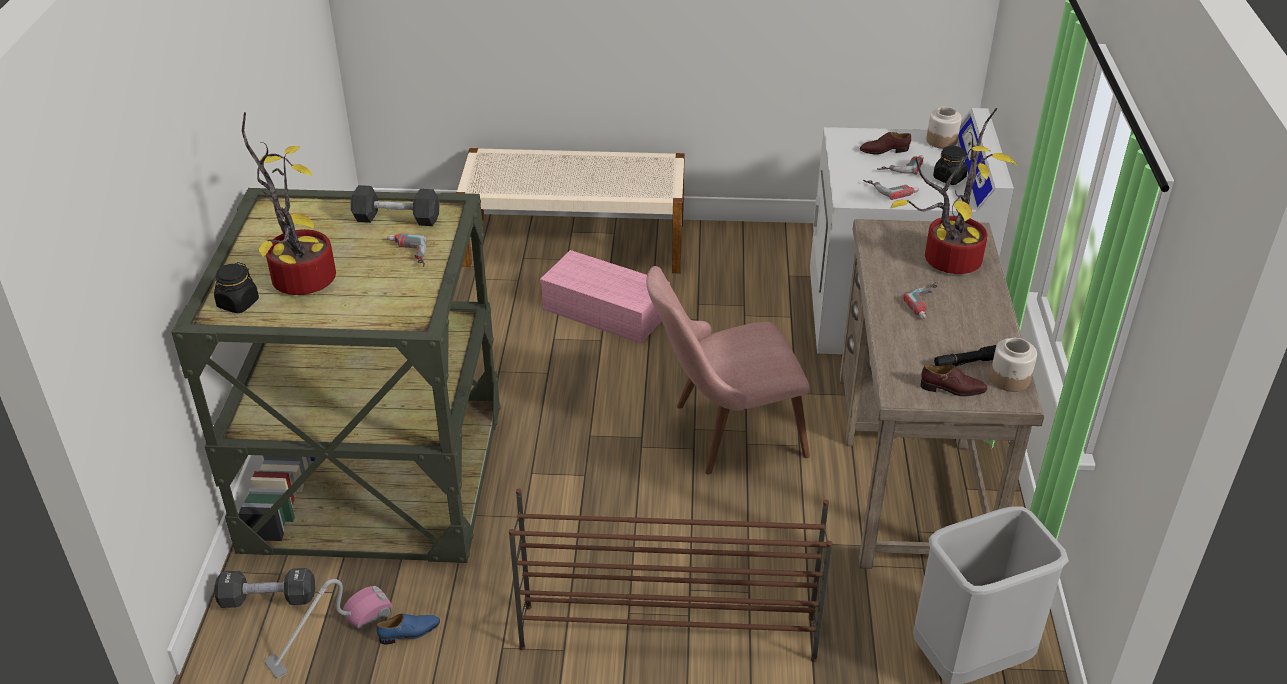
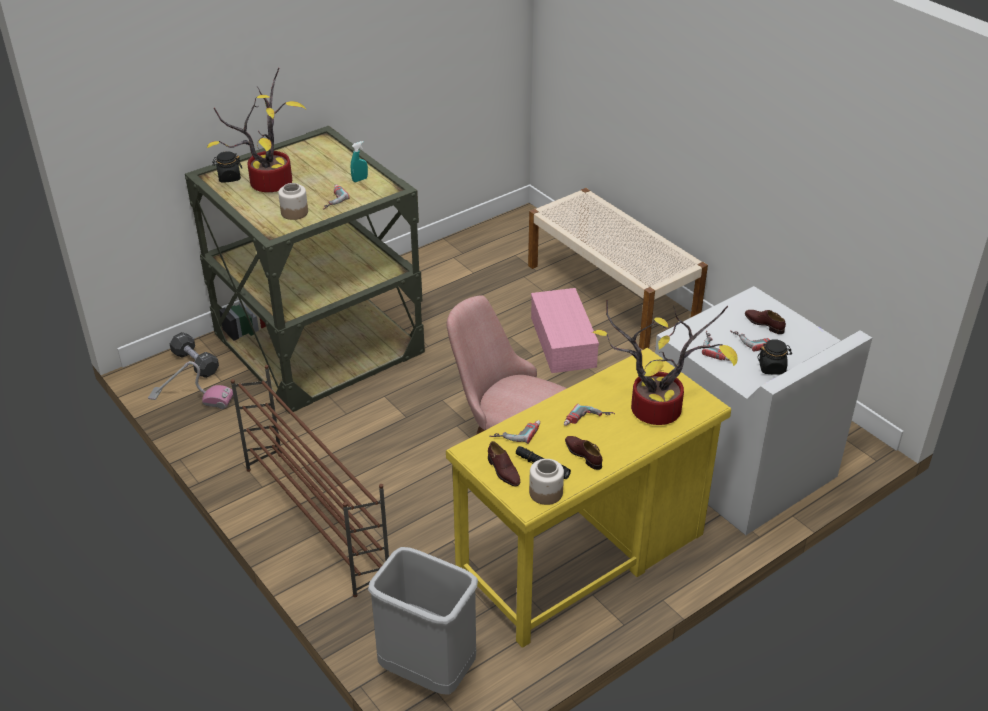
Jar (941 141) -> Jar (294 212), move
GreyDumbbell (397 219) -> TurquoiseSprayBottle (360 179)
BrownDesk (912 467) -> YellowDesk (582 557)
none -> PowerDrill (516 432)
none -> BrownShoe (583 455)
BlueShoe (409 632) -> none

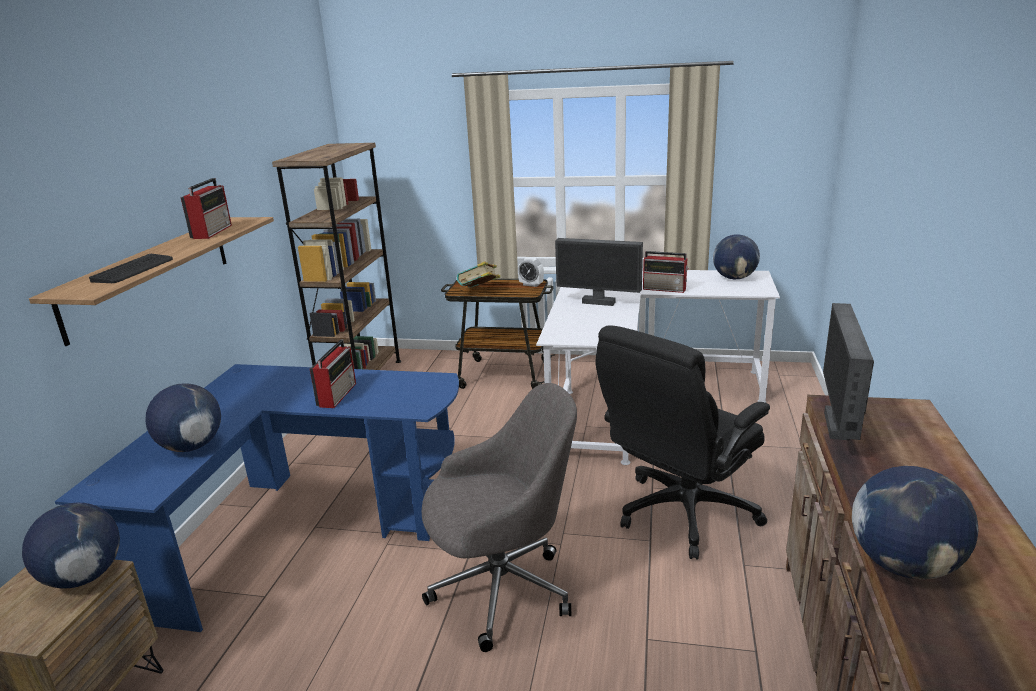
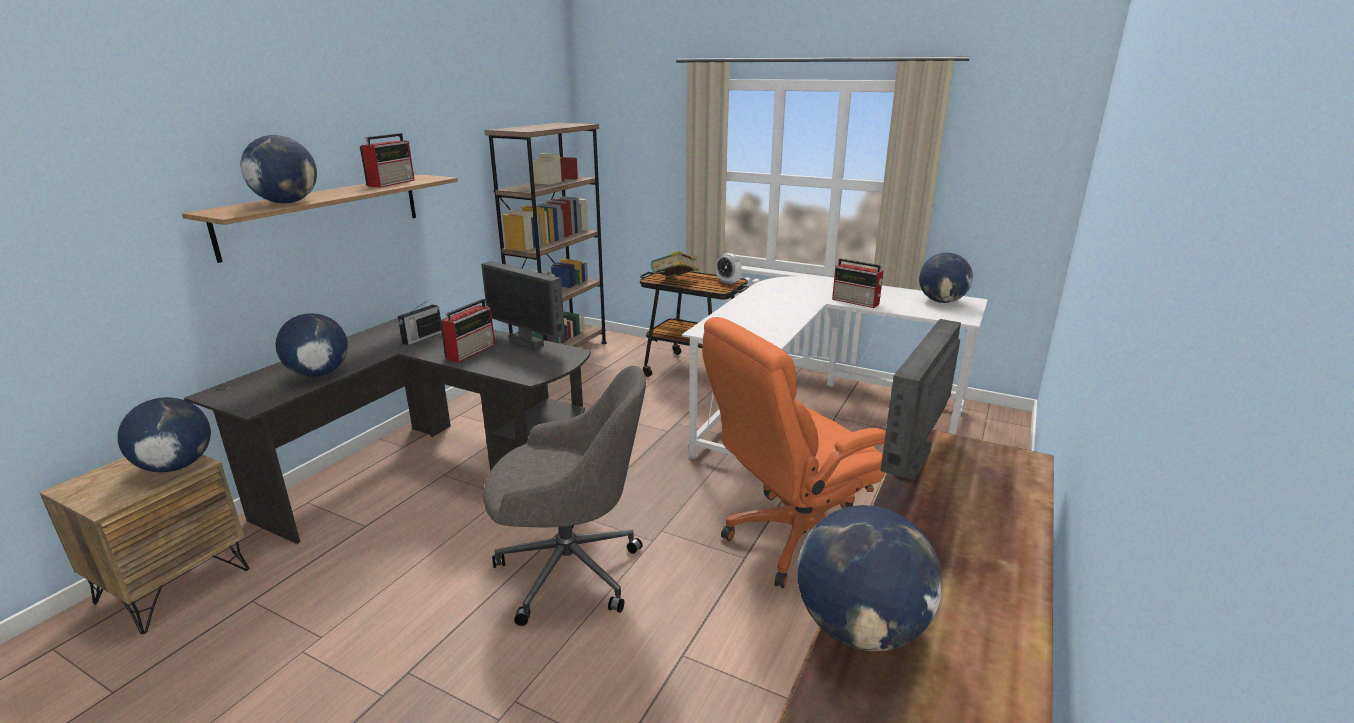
BlueDesk (300 527) -> BlackDesk (431 472)
Keyboard (134 270) -> Globe (287 202)
none -> Radio (422 338)
Monitor (599 302) -> Monitor (527 342), move
BlackOfficeChair (679 516) -> OrangeOfficeChair (789 540)

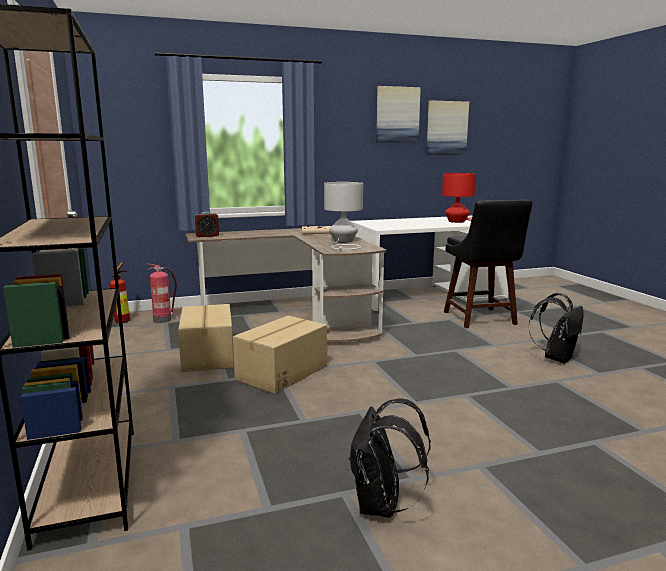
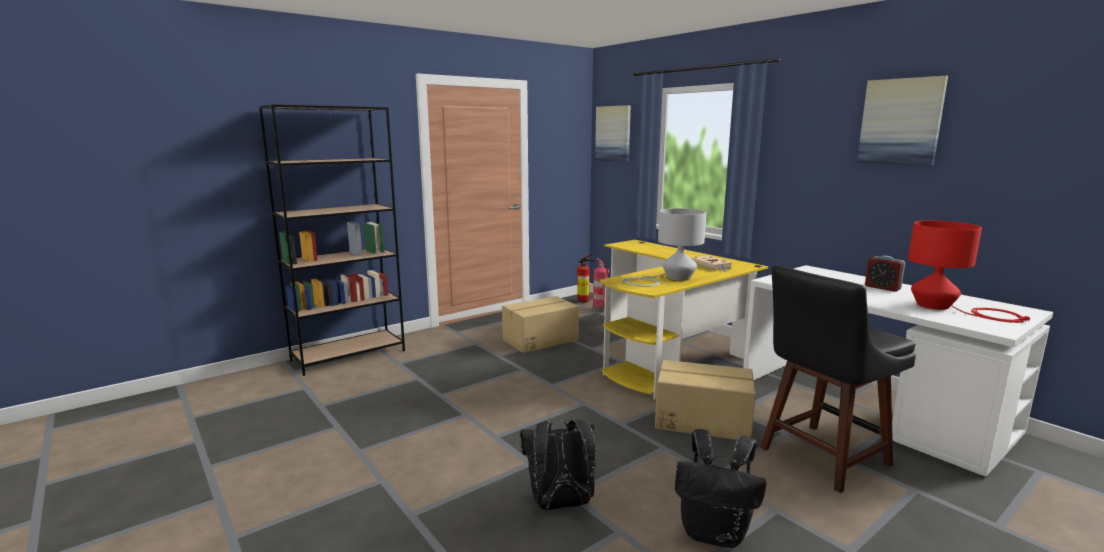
BlackBackpack (382 506) -> BlackBackpack (560 505), move
Picture (446 128) -> Picture (613 133), move
BrownDesk (298 317) -> YellowDesk (670 352)
CardboardBox (281 372) -> CardboardBox (702 420), move
AlarmClock (207 235) -> AlarmClock (882 288), move

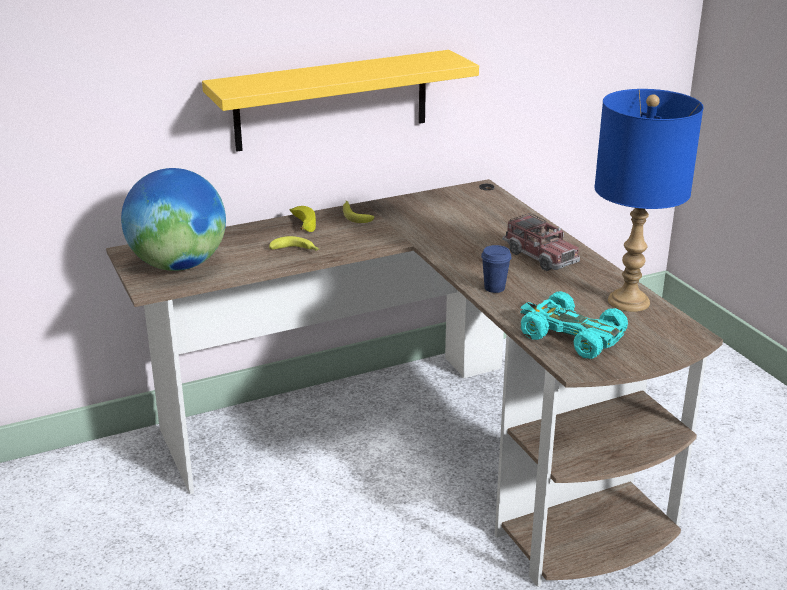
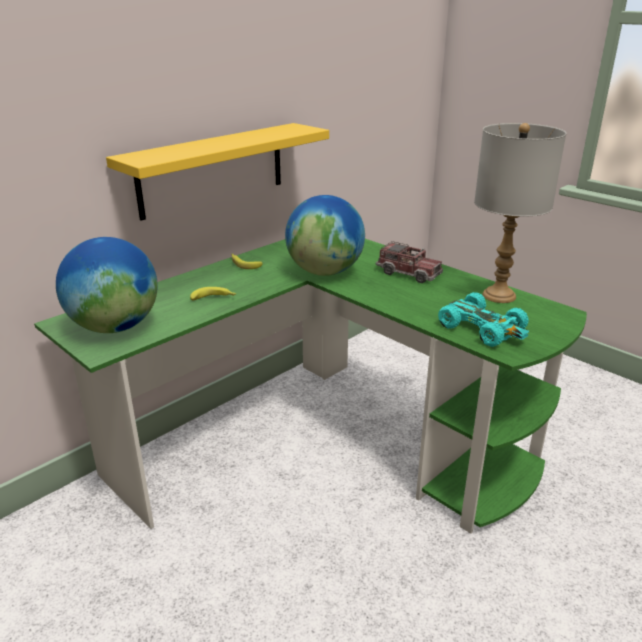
BrownDesk (426 448) -> GreenDesk (326 440)
none -> Globe (325 272)
TurquoiseToyCar (570 336) -> TurquoiseToyCar (483 329), 150 degrees counterclockwise
BlueTableLamp (628 302) -> GreyTableLamp (499 296)
Banana (302 224) -> none
BlueCup (494 288) -> none

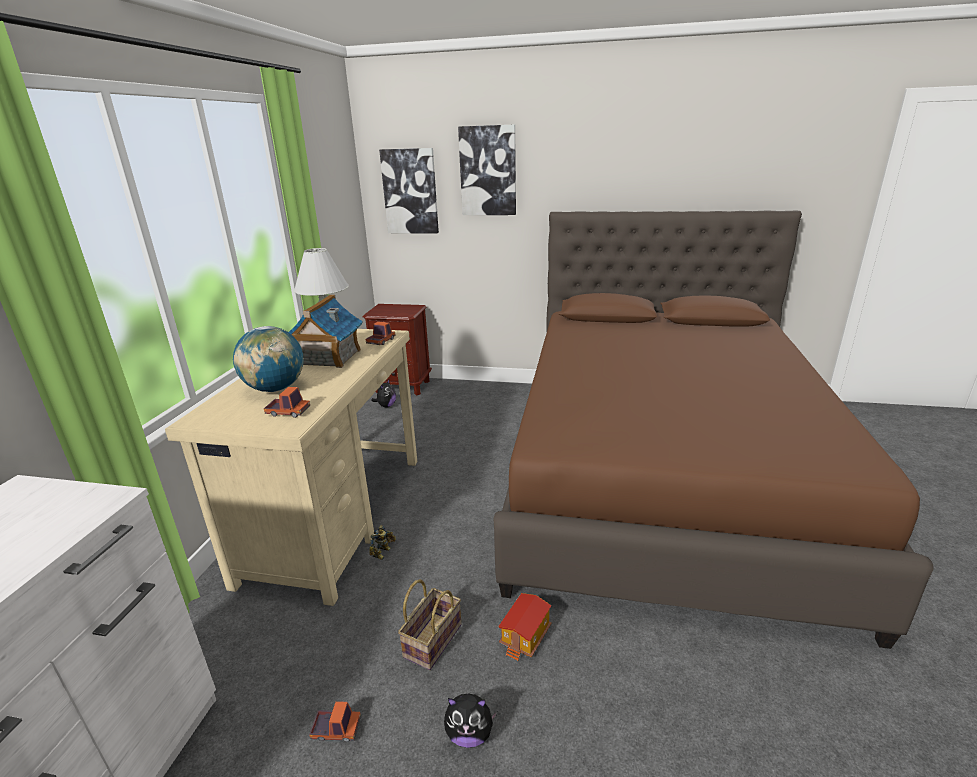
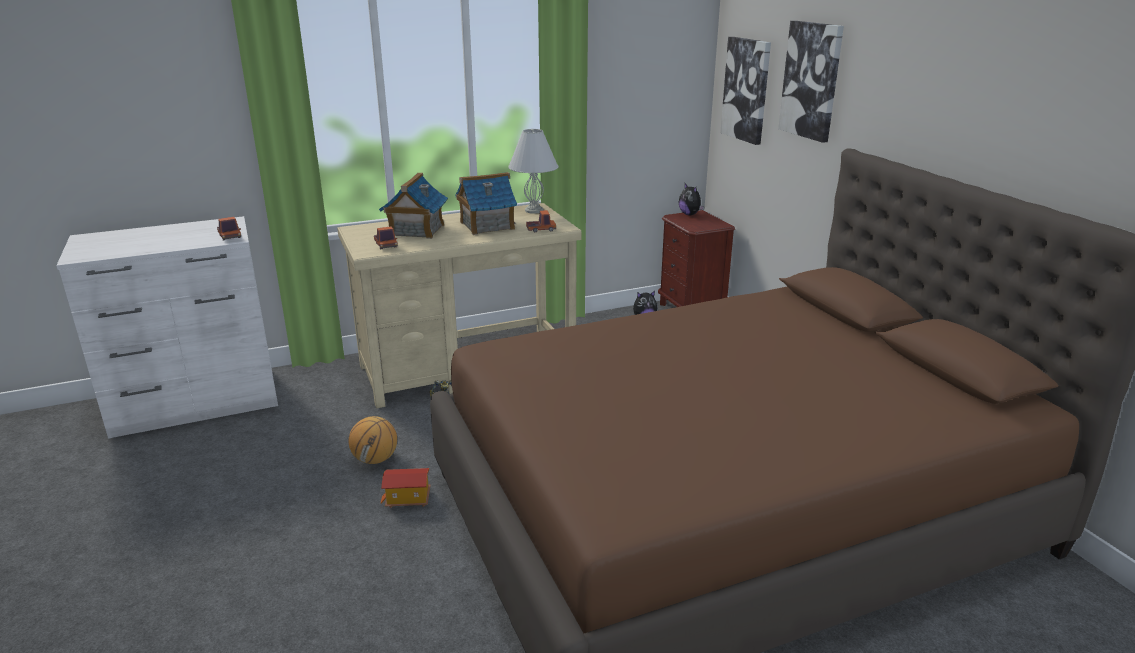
ToyTruck (336 729) -> ToyTruck (229 236), move
Basket (432 639) -> Basketball (375 459)
Globe (275 389) -> ToyHouse (416 230)
PlushToy (470 734) -> PlushToy (690 214), move

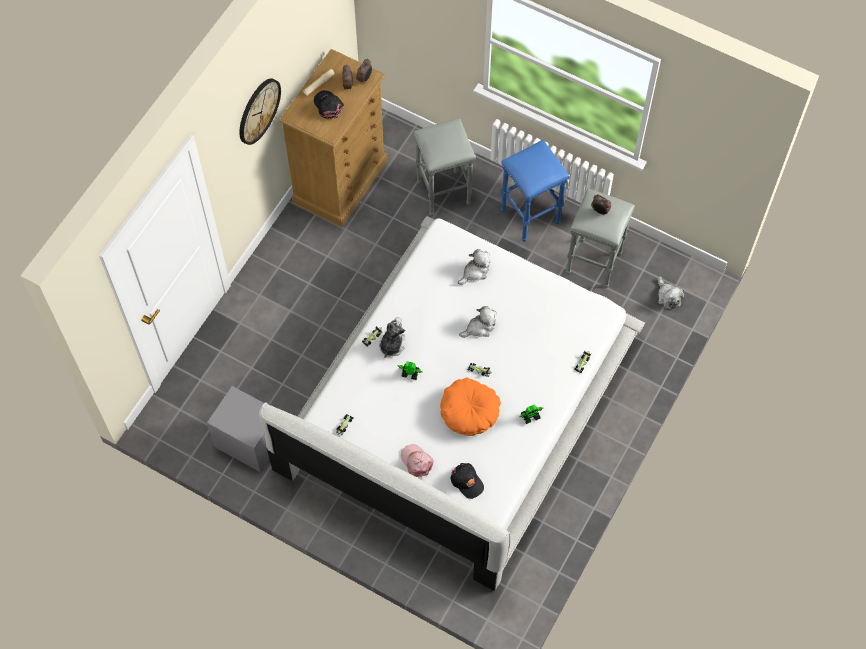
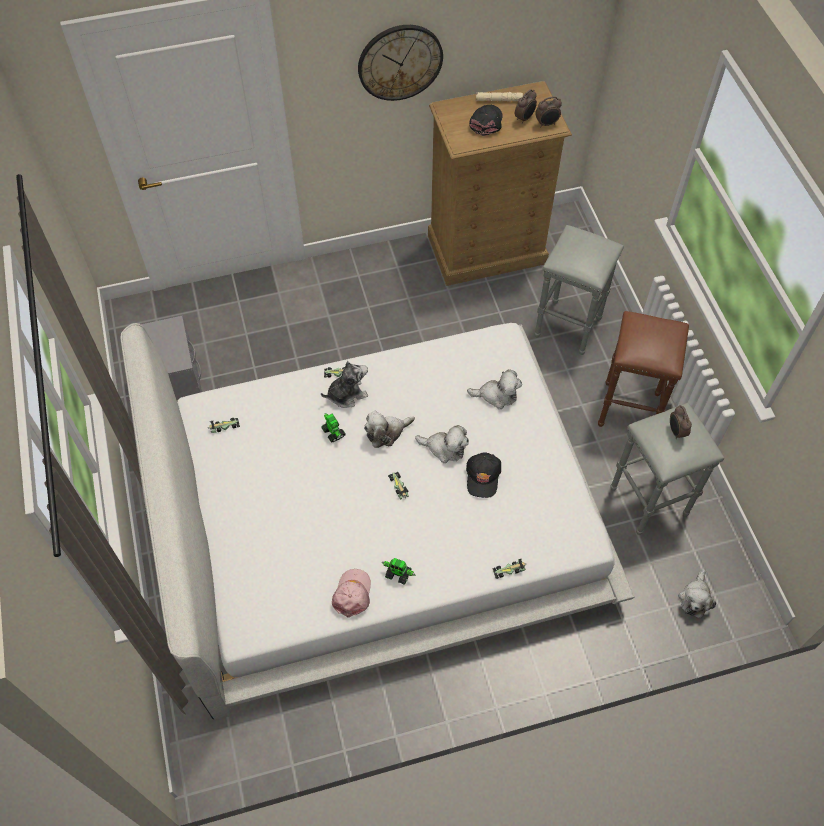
PinkCap (416 461) -> PinkCap (352 594), move
none -> PlushToy (386 432)
BlackCap (467 481) -> BlackCap (483 476), move
BlueStool (531 216) -> BrownStool (630 410)
OrangePillow (468 411) -> none

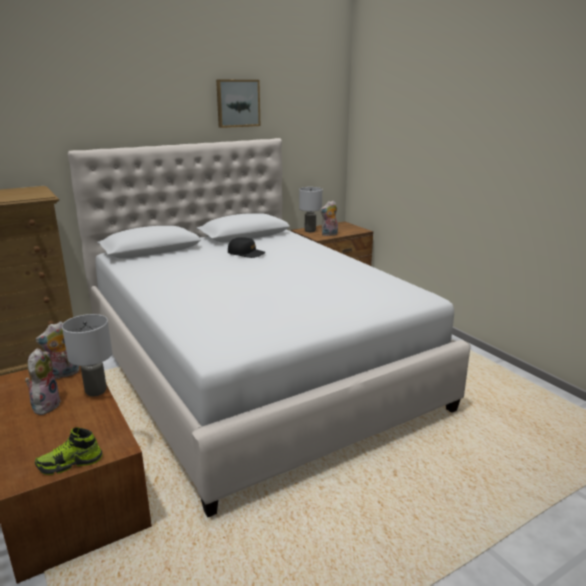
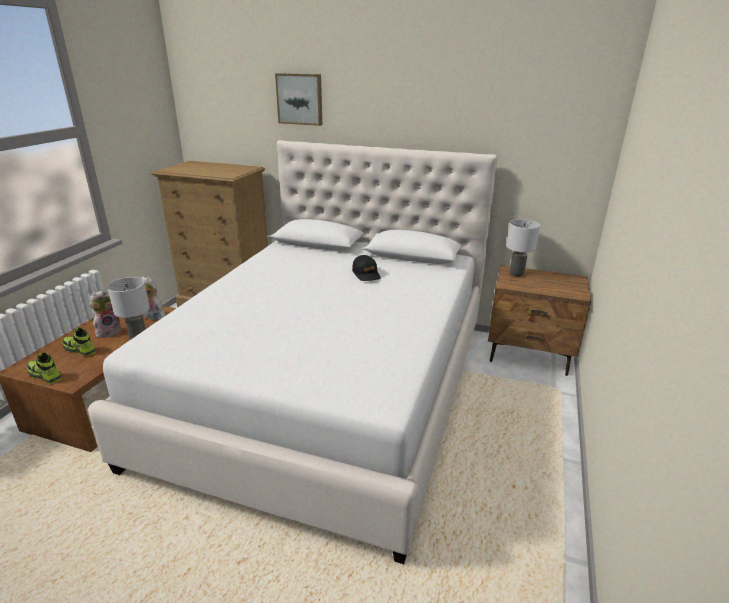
none -> Shoe (80 350)
Picture (237 103) -> Picture (300 99), move
PlushToy (329 234) -> none

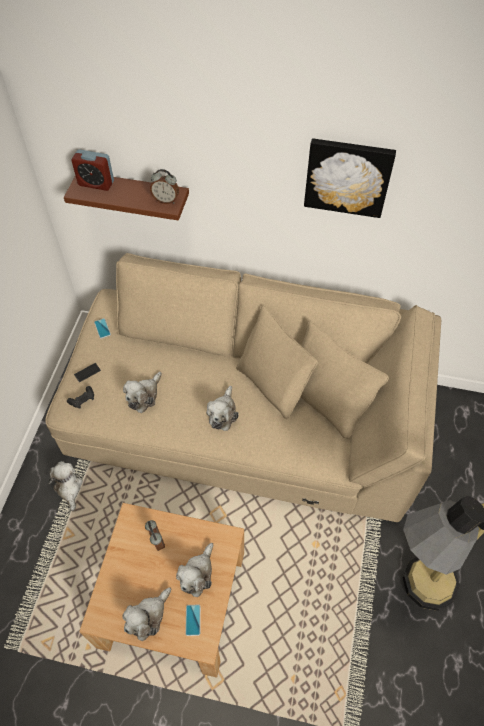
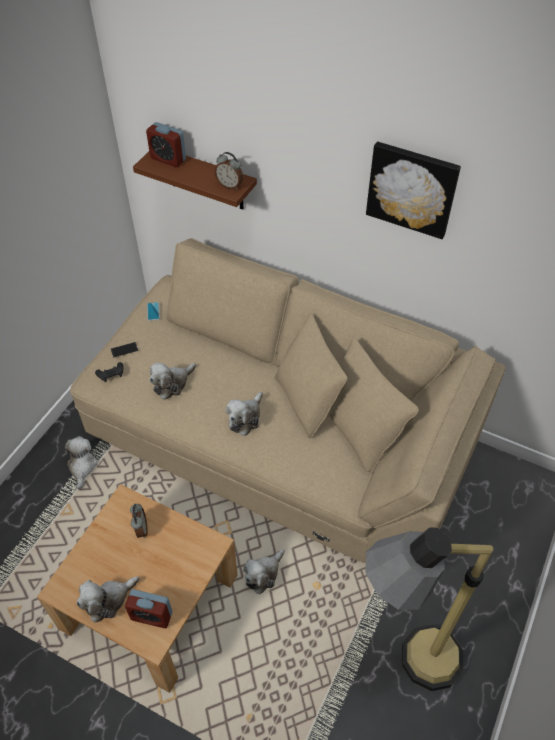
Phone (193 620) -> AlarmClock (151 616)
PlushToy (197 574) -> PlushToy (263 574), move

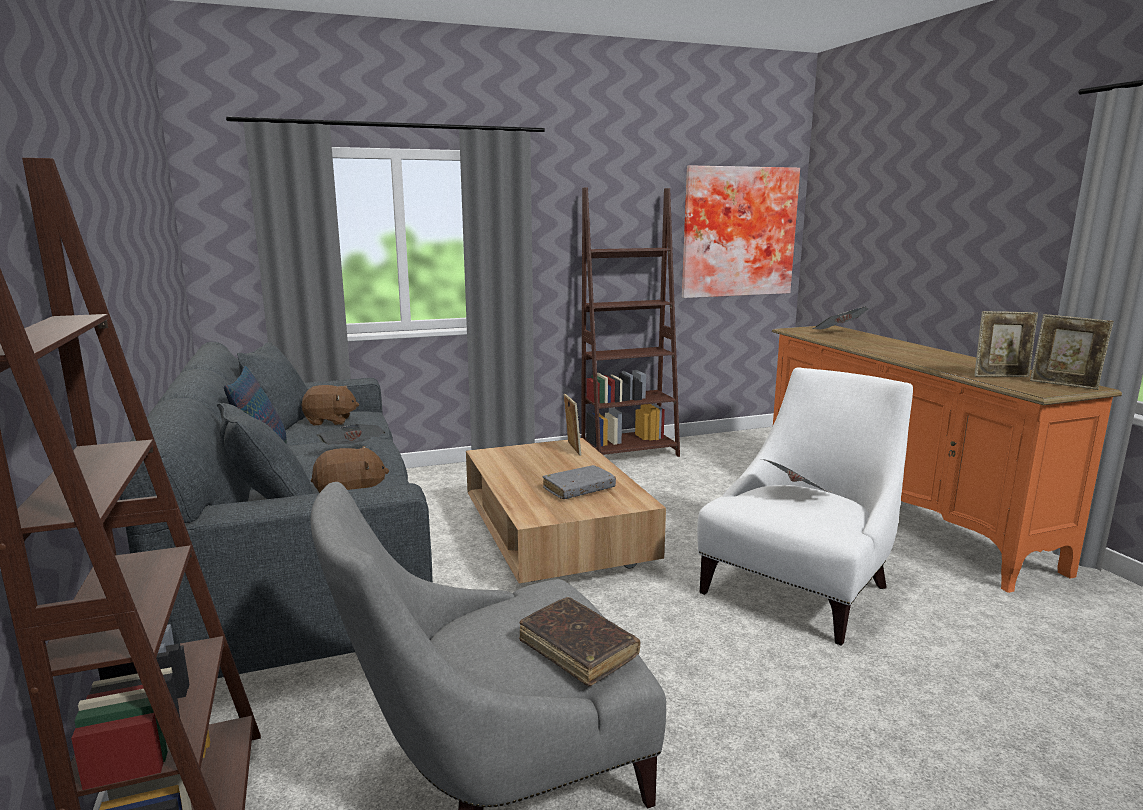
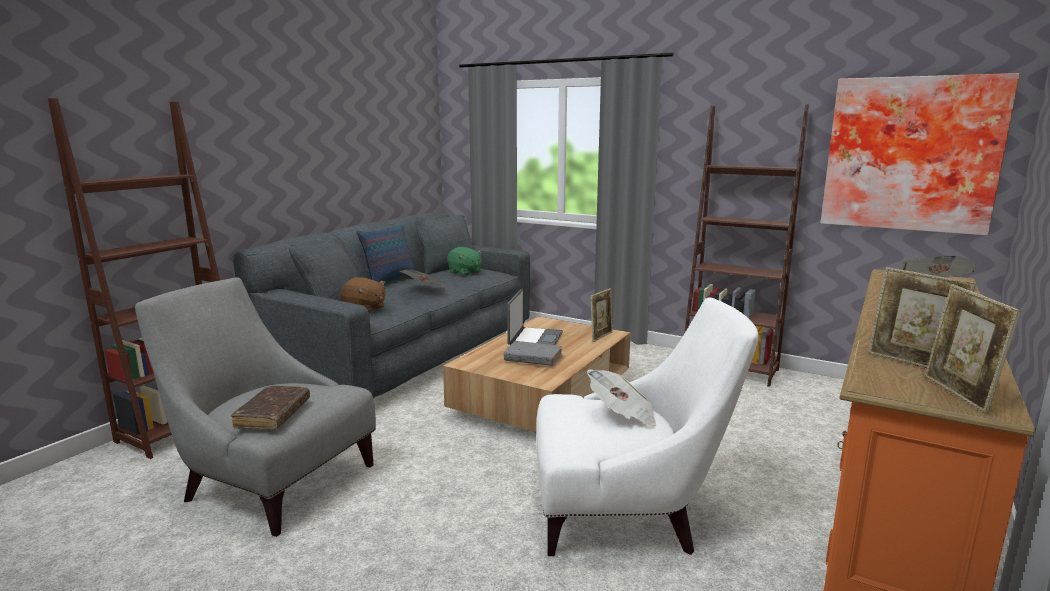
BrownPlushToy (330 421) -> GreenPlushToy (464 272)
none -> Laptop (534 340)

